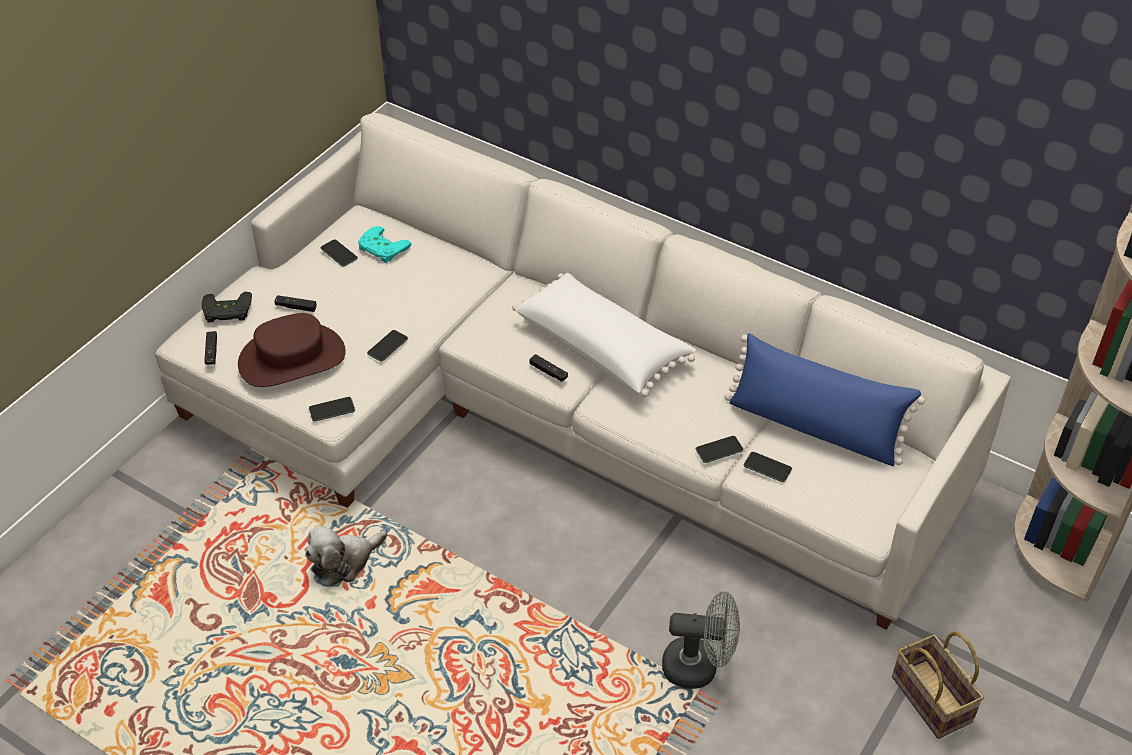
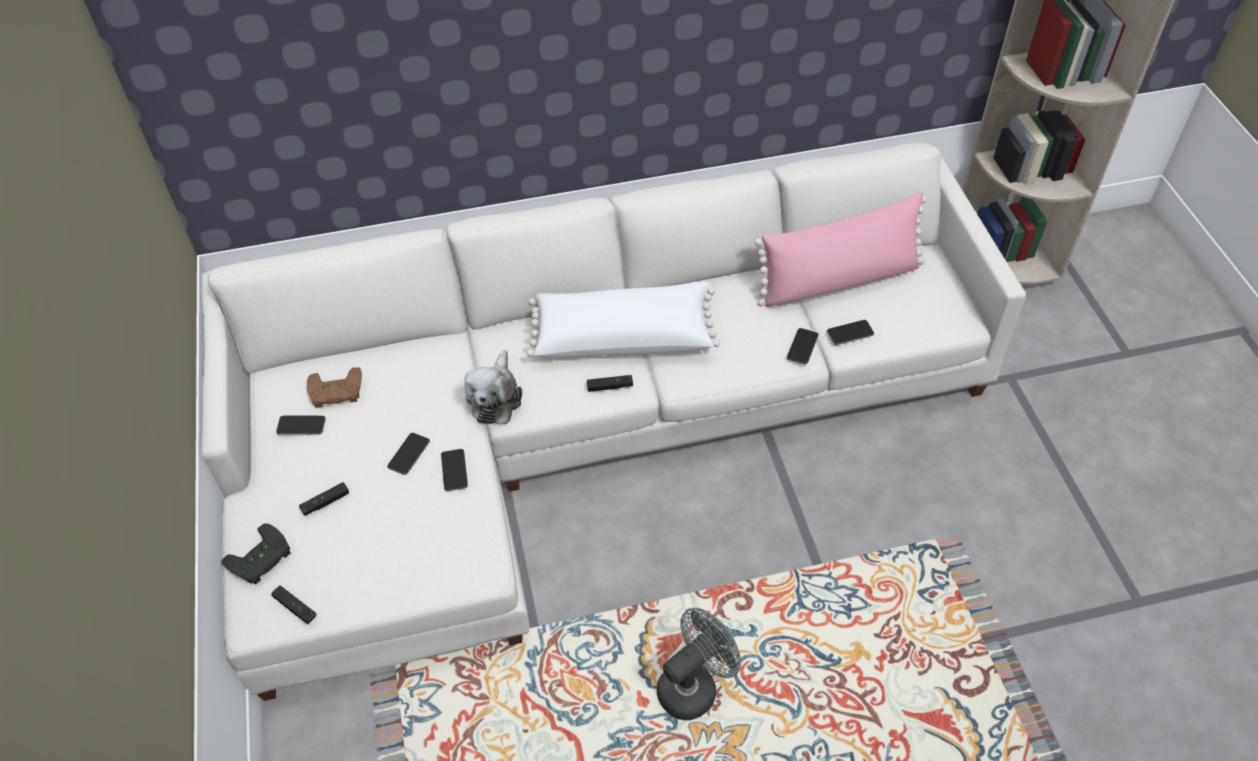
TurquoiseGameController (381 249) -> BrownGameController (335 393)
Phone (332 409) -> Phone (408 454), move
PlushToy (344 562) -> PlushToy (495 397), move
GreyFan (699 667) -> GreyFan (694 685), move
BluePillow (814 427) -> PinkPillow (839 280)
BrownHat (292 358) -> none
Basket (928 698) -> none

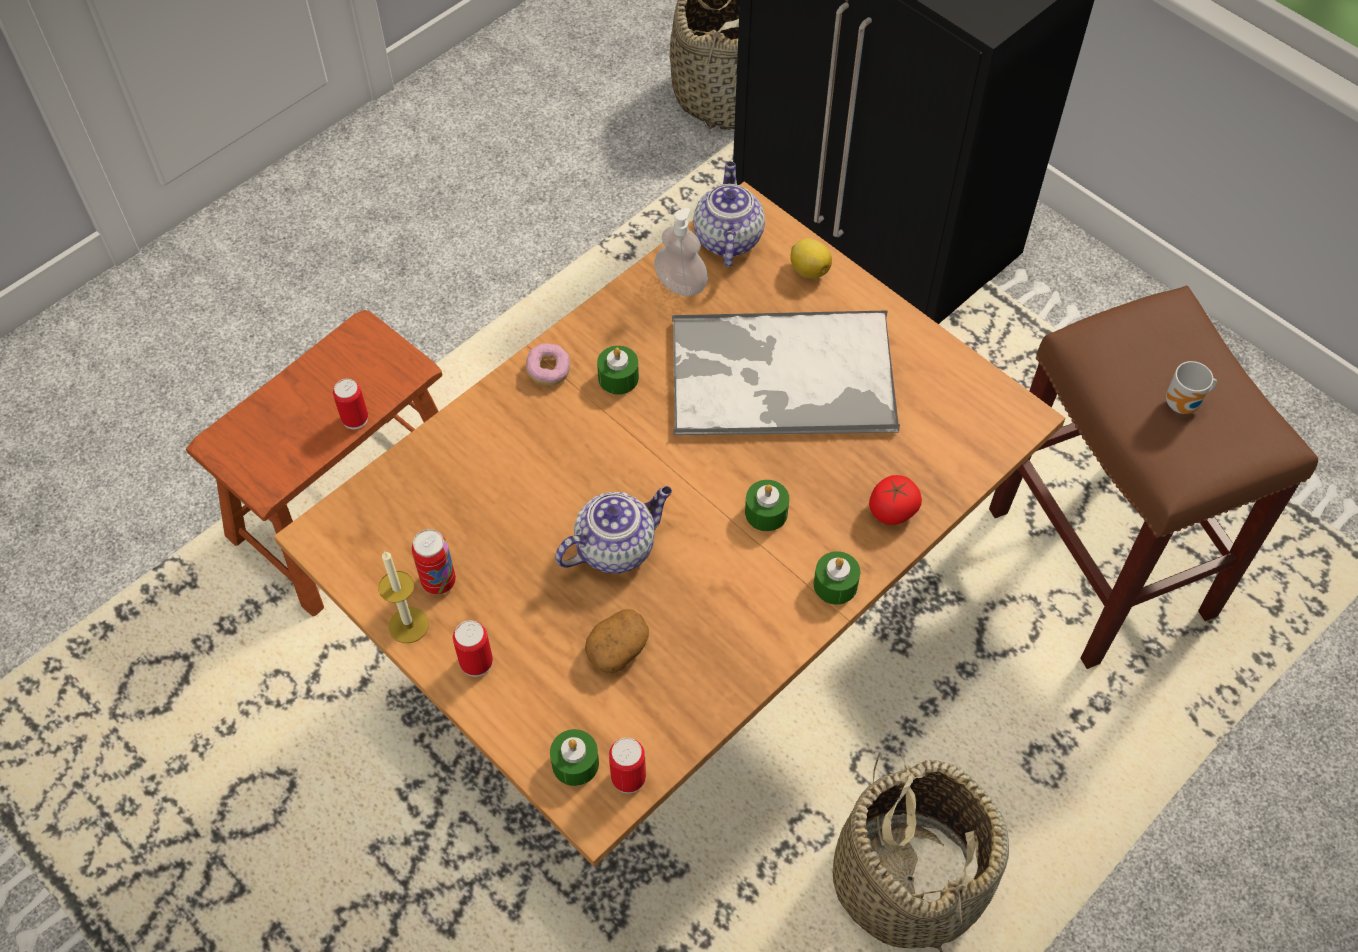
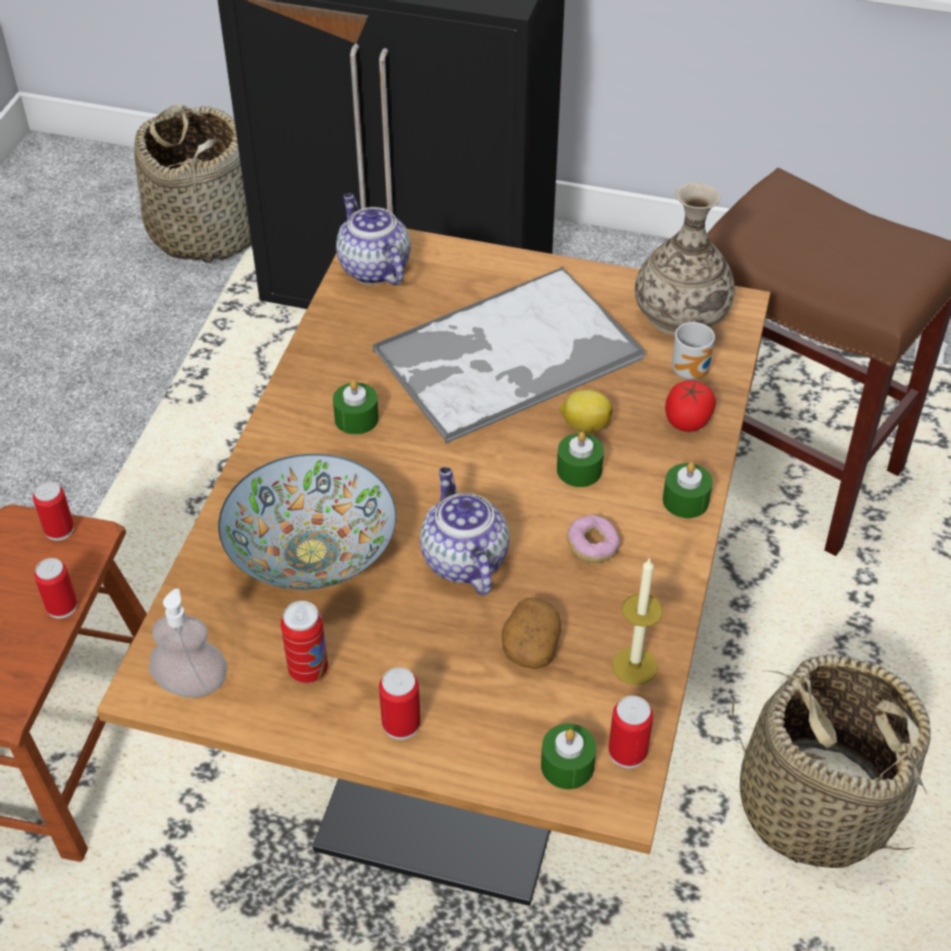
none -> Can (59 529)
SoapDispenser (681 284) -> SoapDispenser (192 683), move
none -> Bowl (312 553)
Teapot (616 546) -> Teapot (463 559), 45 degrees counterclockwise
Lemon (808 269) -> Lemon (585 425), move
Donut (548 371) -> Donut (592 547), move
Candle (408 625) -> Candle (634 665), move
none -> Vase (681 314)
Mug (1184 405) -> Mug (693 372), move

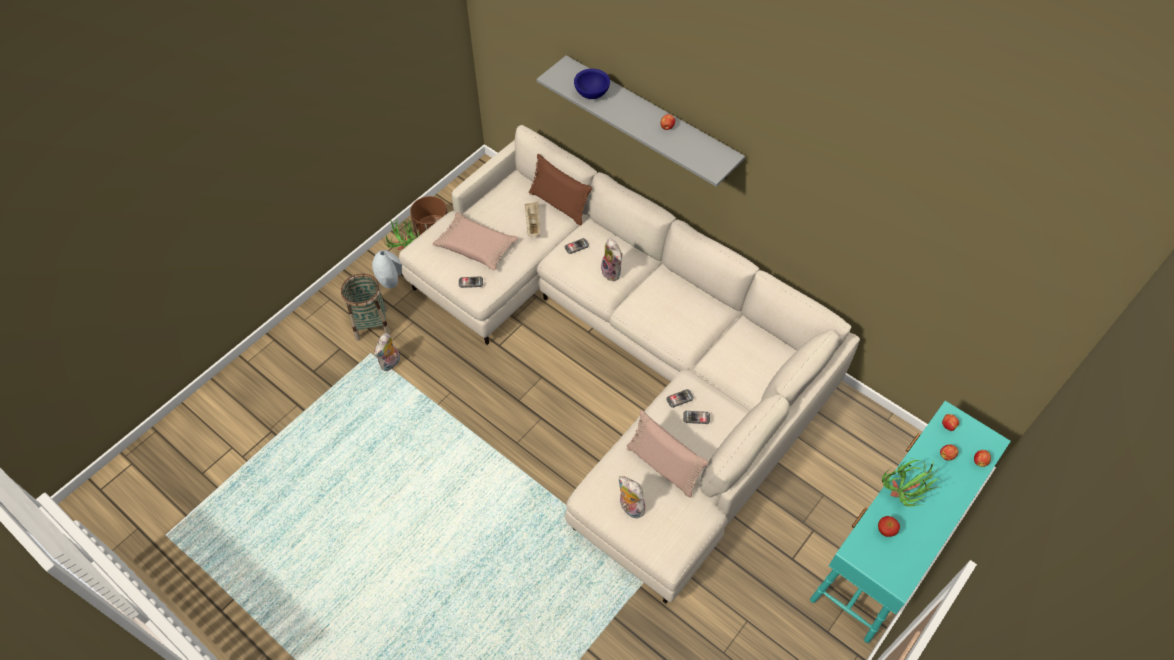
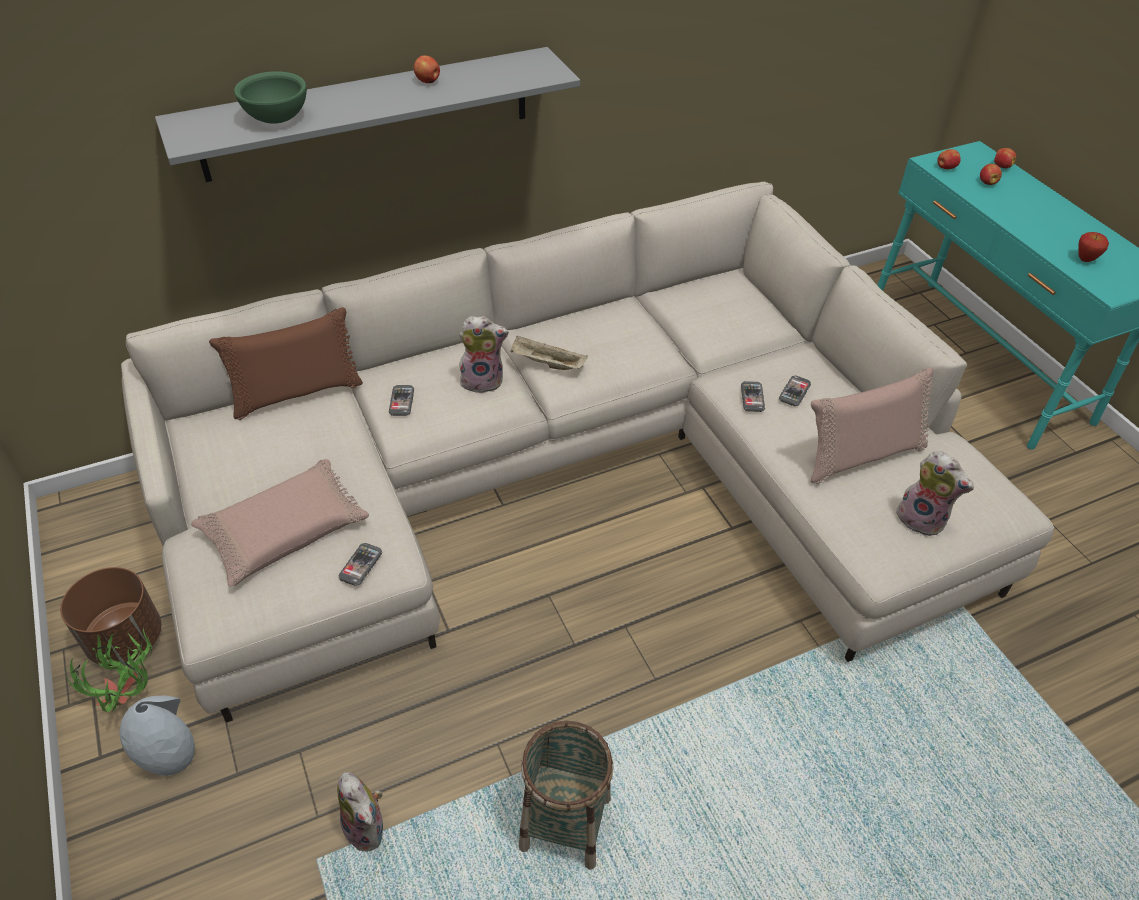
BlueBowl (591 93) -> GreenBowl (276 118)
BeigeTray (532 223) -> BeigeTray (546 364), move
Basket (371 324) -> Basket (565 823), move
PlushToy (629 507) -> PlushToy (922 519), 120 degrees counterclockwise
PottedPlant (902 497) -> none

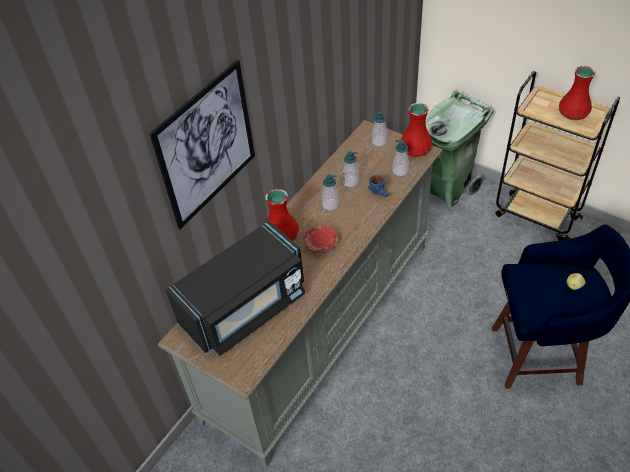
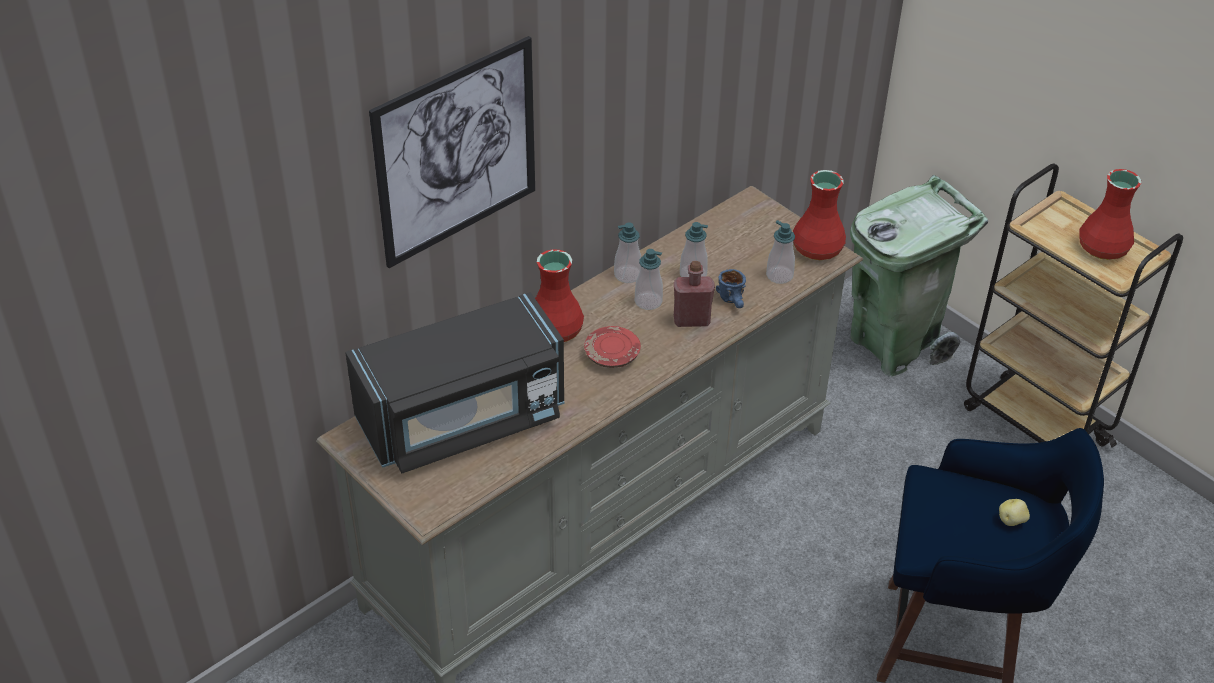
SoapDispenser (379 141) -> SoapDispenser (627 275), move
none -> RedBottle (691 320)

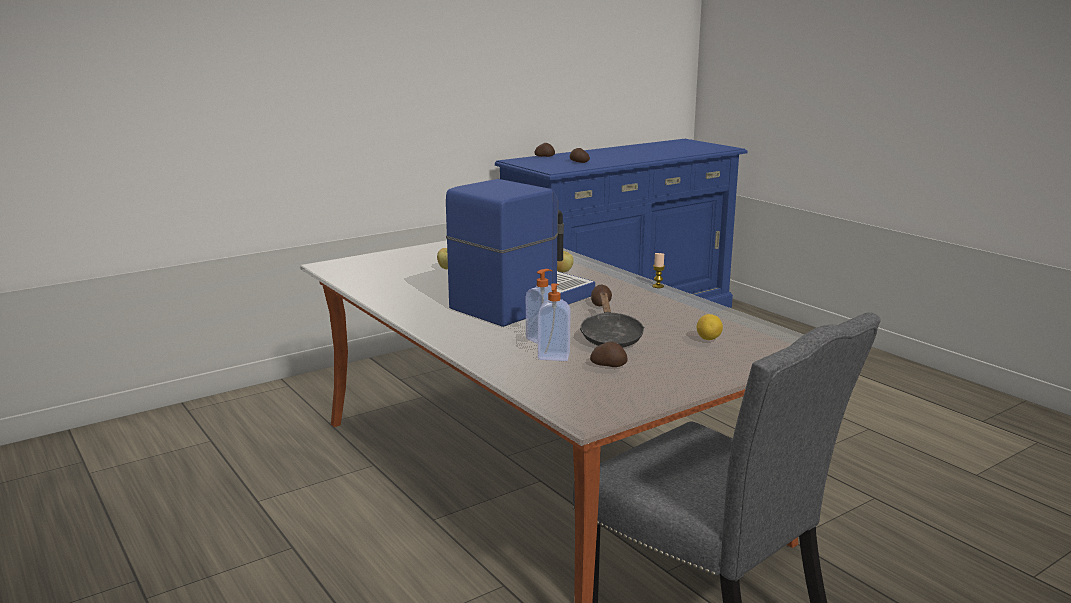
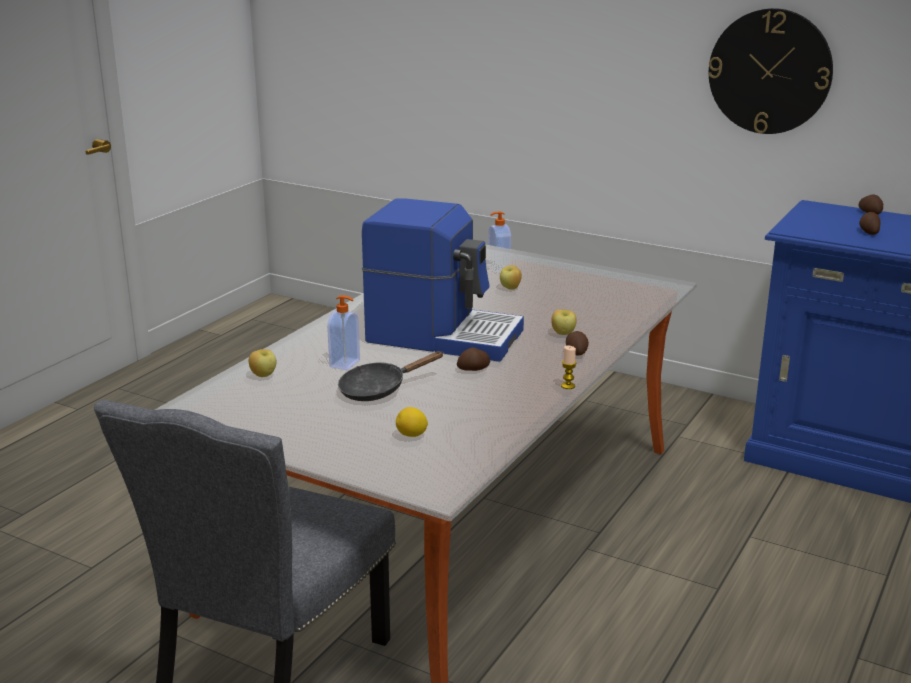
none -> Apple (263 375)
SoapDispenser (553 357) -> SoapDispenser (498 269), move
Potato (608 365) -> Potato (576 352), move
none -> WallClock (770 71)

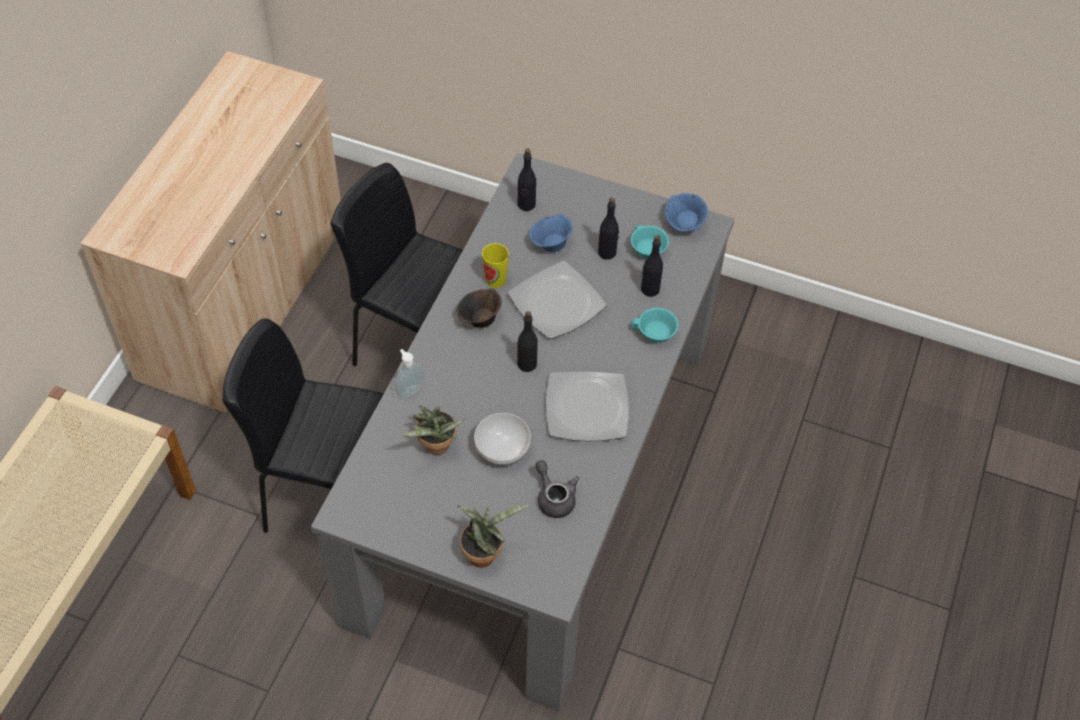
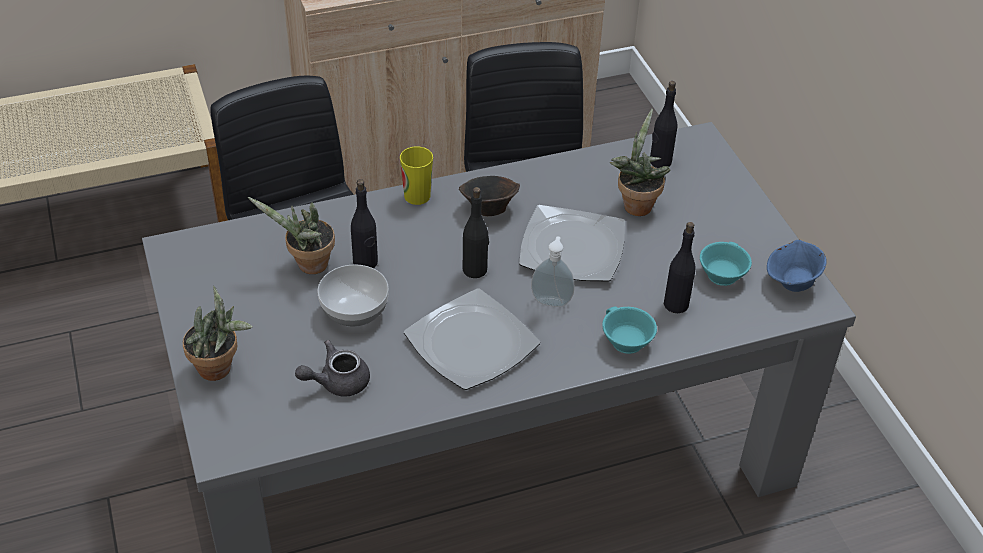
GreyTeapot (554 497) -> GreyTeapot (337 382), 135 degrees counterclockwise
BlackBottle (607 252) -> BlackBottle (365 262), move
Cup (495 279) -> Cup (417 196), move
SoapDispenser (410 390) -> SoapDispenser (551 300), move
BlueBowl (550 244) -> PottedPlant (635 204)

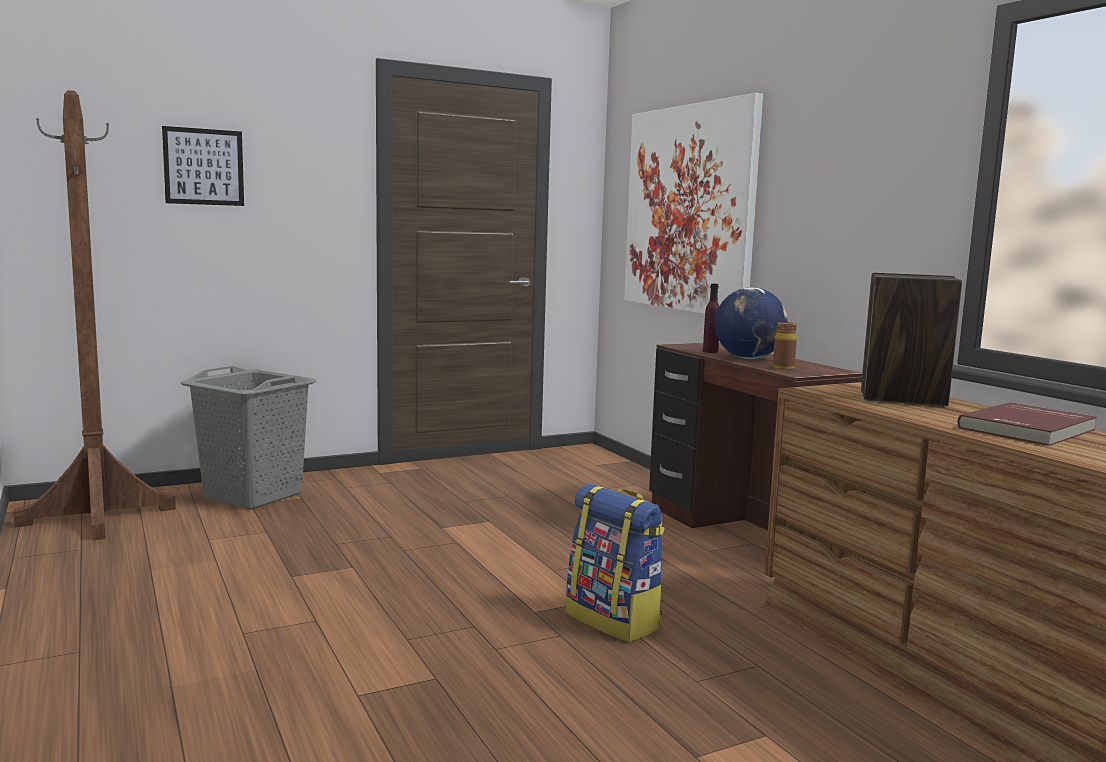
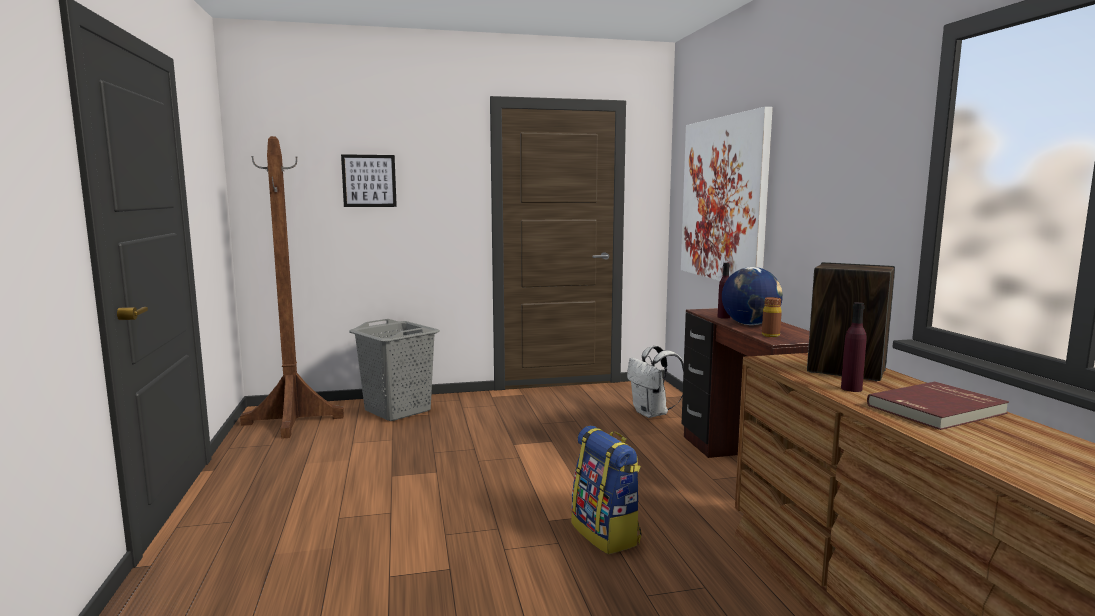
none -> WhiteBackpack (652 414)
none -> PurpleBottle (851 389)

